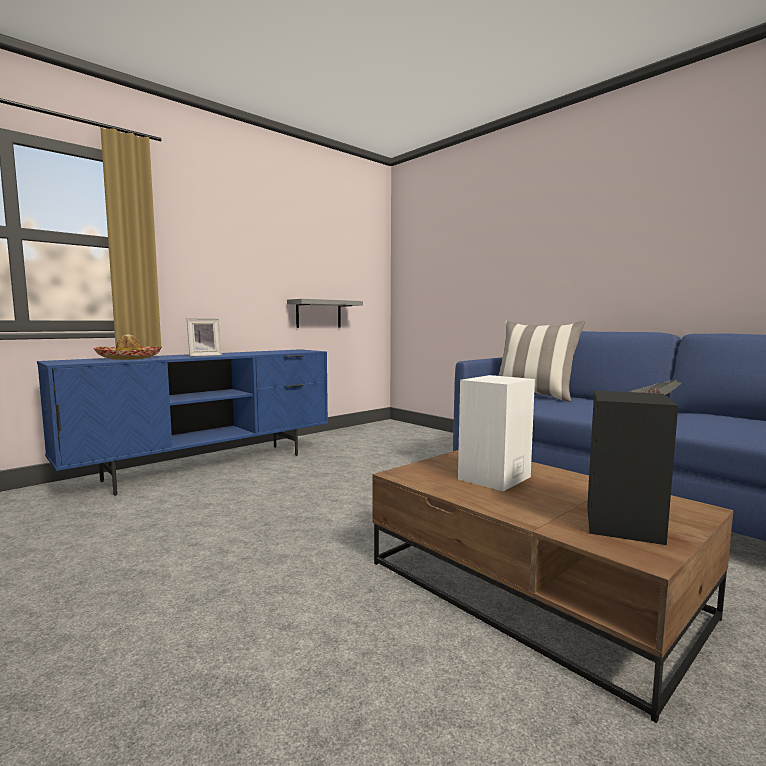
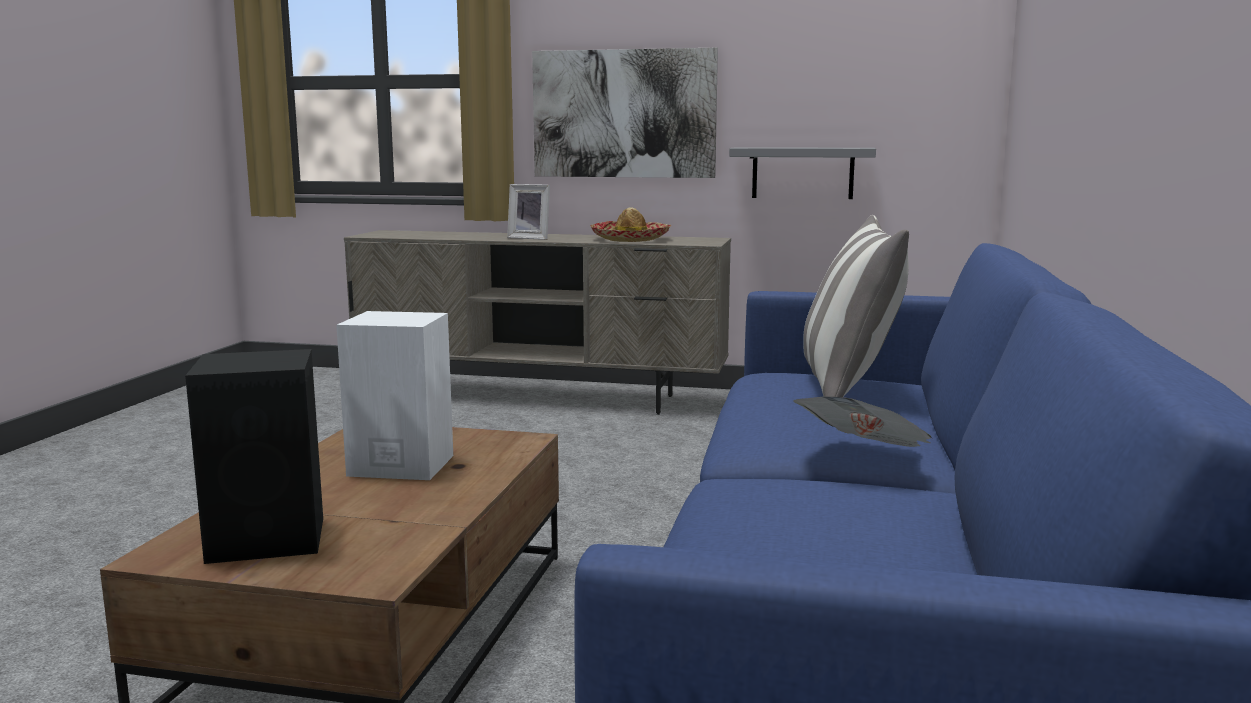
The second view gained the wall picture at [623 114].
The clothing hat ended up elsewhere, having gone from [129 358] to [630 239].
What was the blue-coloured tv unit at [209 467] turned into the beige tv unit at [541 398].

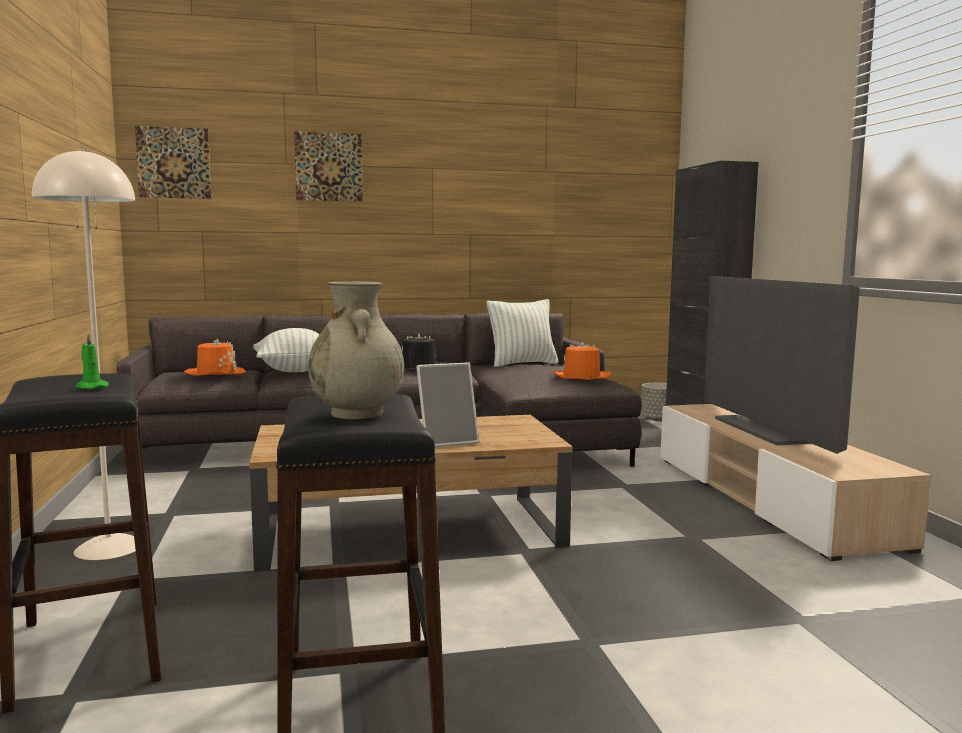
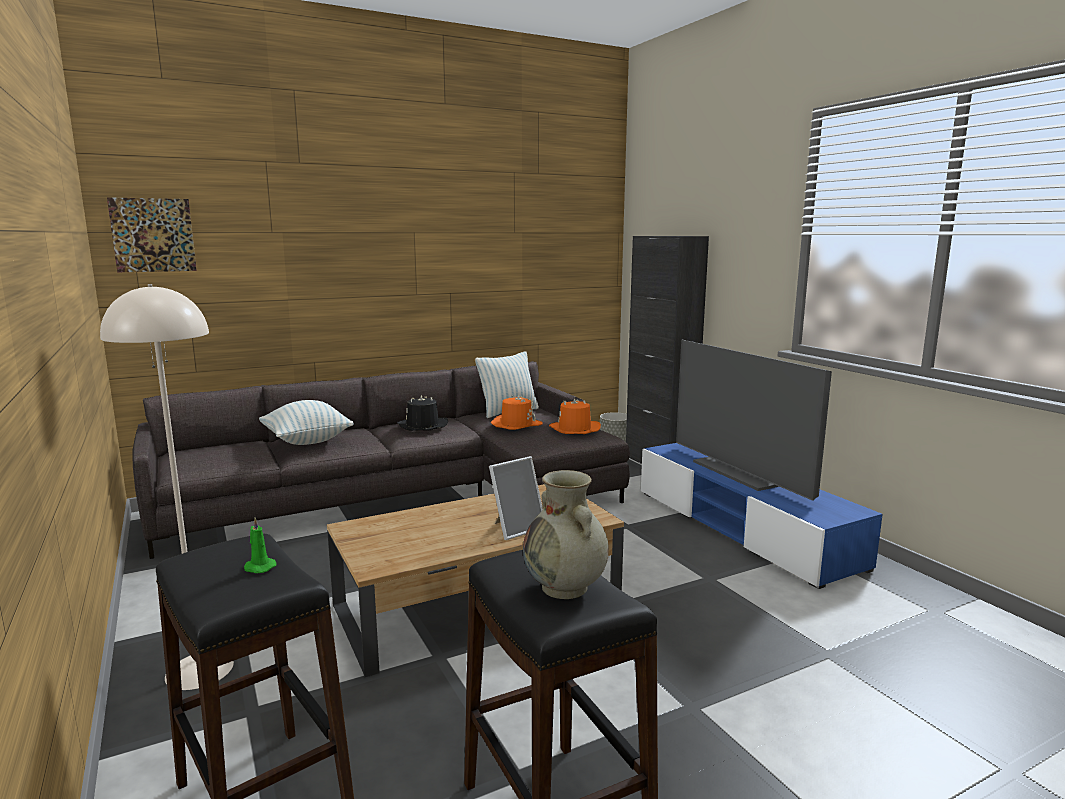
The second view lost the wall picture at [328 167].
The orangey clothing hat ended up elsewhere, having gone from [215 373] to [516 424].
What was the beige tv unit at [768 499] turned into the blue-coloured tv unit at [742 527].

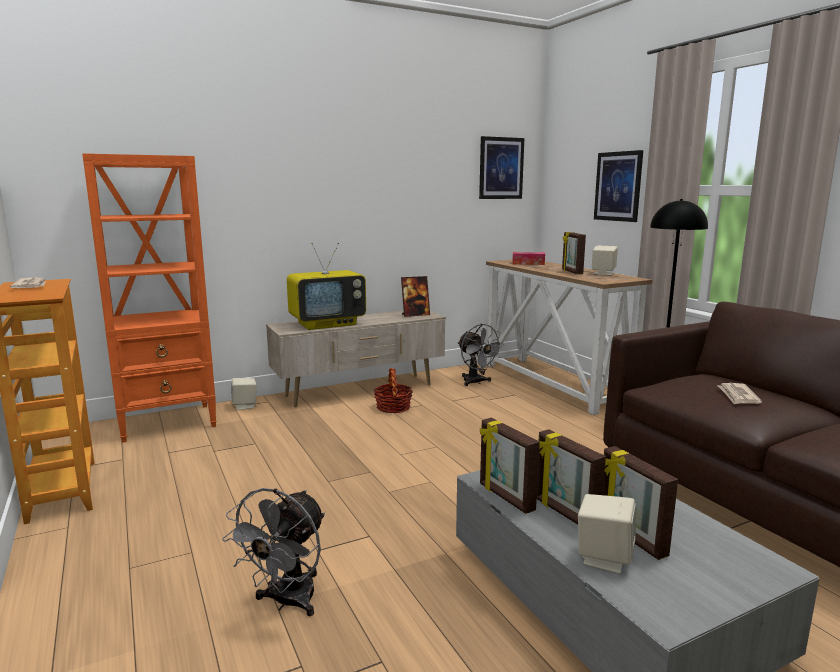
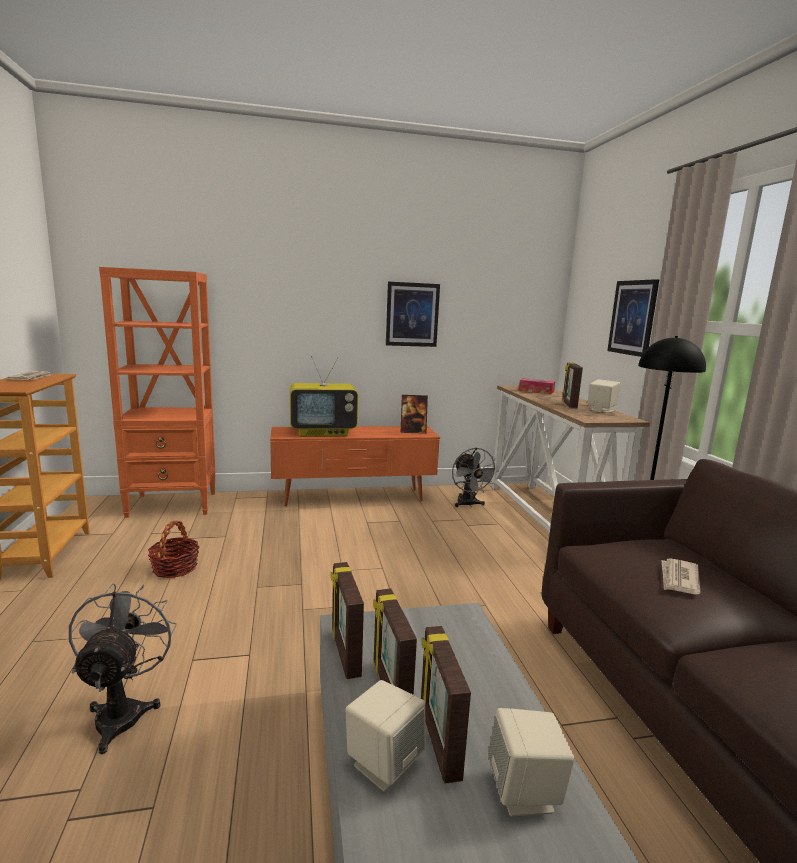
The beige speaker ended up elsewhere, having gone from [245 406] to [525 792].
The storage basket ended up elsewhere, having gone from [393 407] to [175 568].
The wall picture ended up elsewhere, having gone from [501 168] to [412 314].
What was the beige tv unit at [360 391] turned into the orangey tv unit at [353 498].
The grey cooling fan at [287 602] ended up facing another way, 135 degrees clockwise from before.

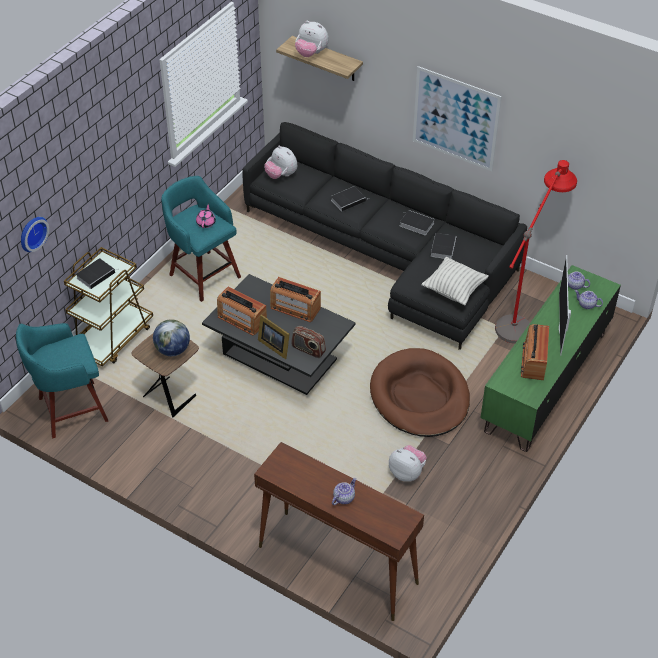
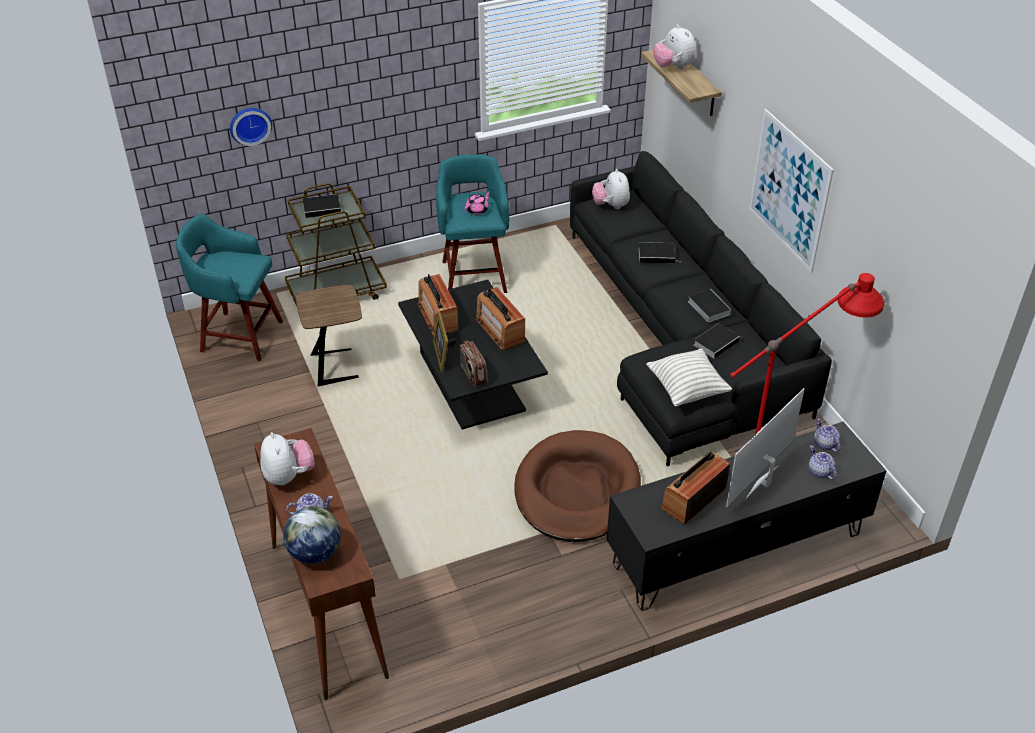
The desk globe ended up elsewhere, having gone from [172 350] to [314 553].
The plush toy ended up elsewhere, having gone from [407 472] to [288 476].
What was the greenish tv unit at [545 382] turned into the blackish tv unit at [736 548].

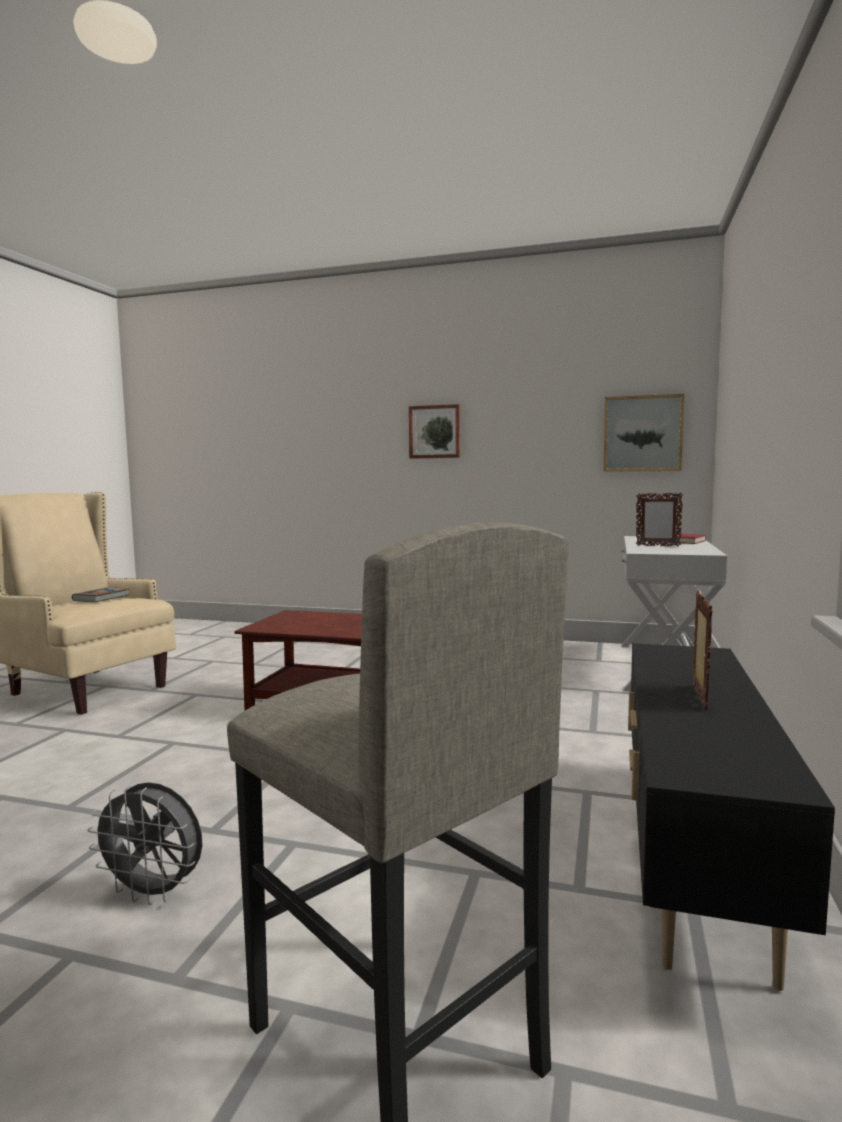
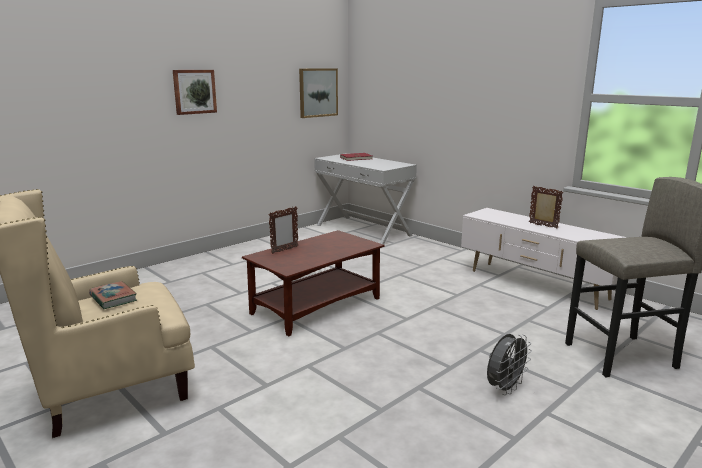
The picture frame ended up elsewhere, having gone from [657 546] to [284 250].
What was the blackish tv unit at [692 854] turned into the white tv unit at [537 285].

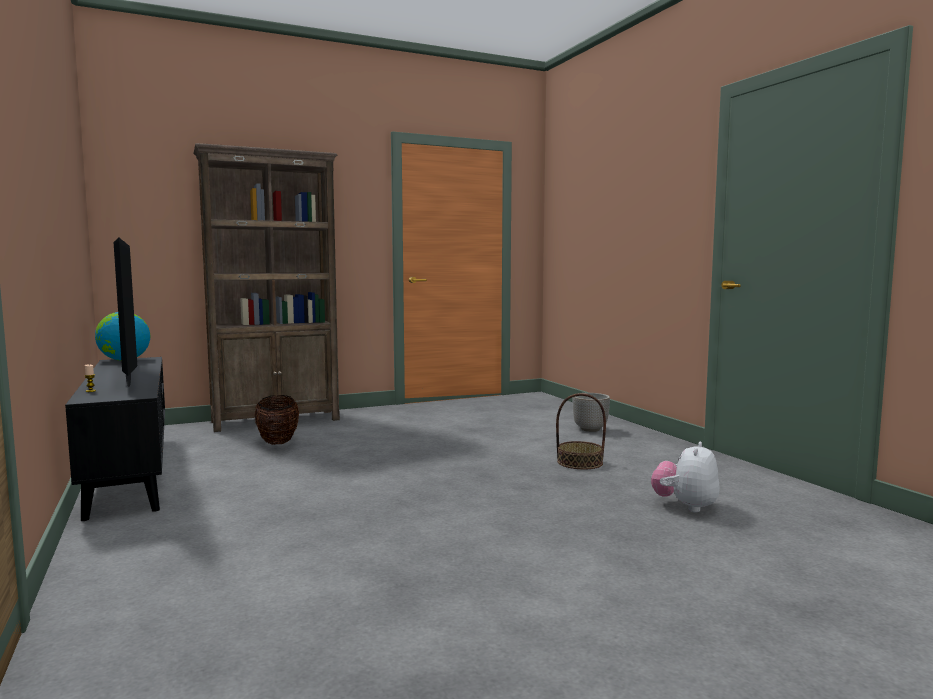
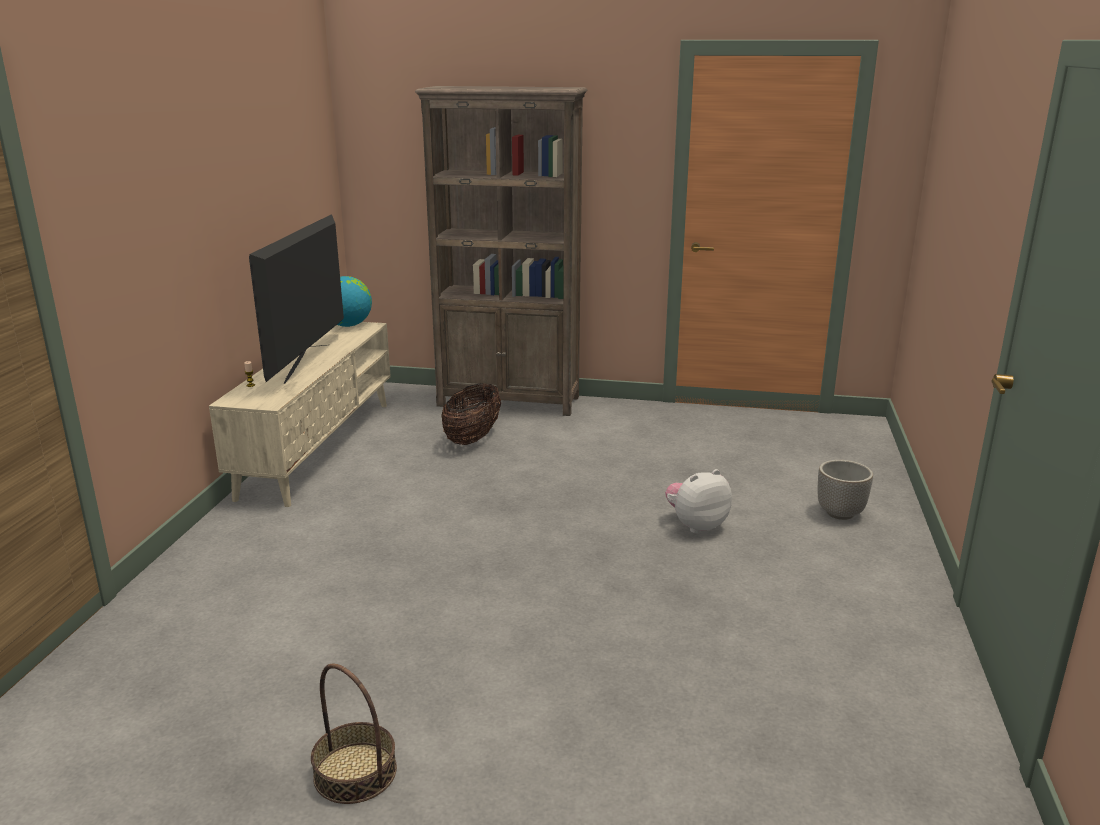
The storage basket ended up elsewhere, having gone from [579 462] to [355 773].
The plush toy ended up elsewhere, having gone from [685 506] to [696 525].
What was the blackish tv unit at [129 471] turned into the beige tv unit at [318 447].

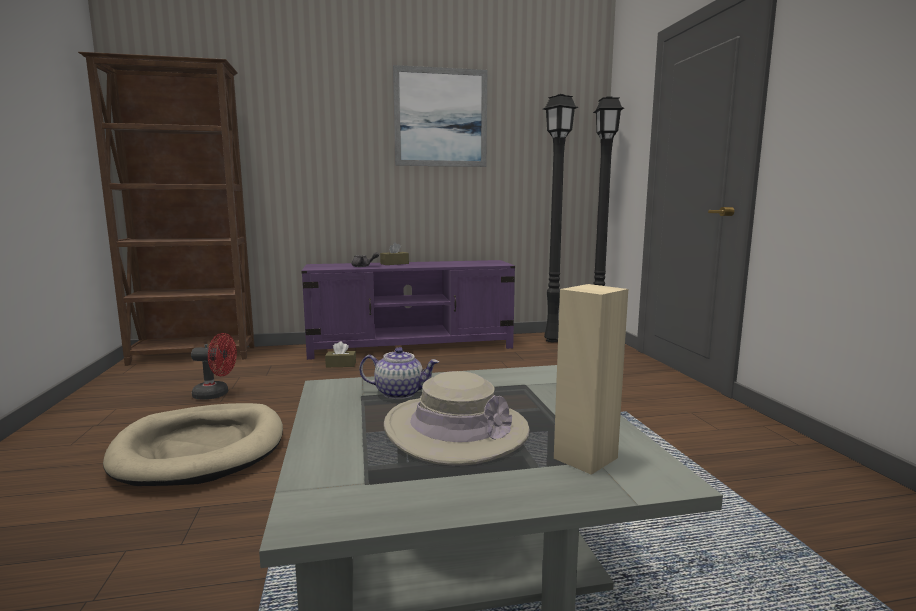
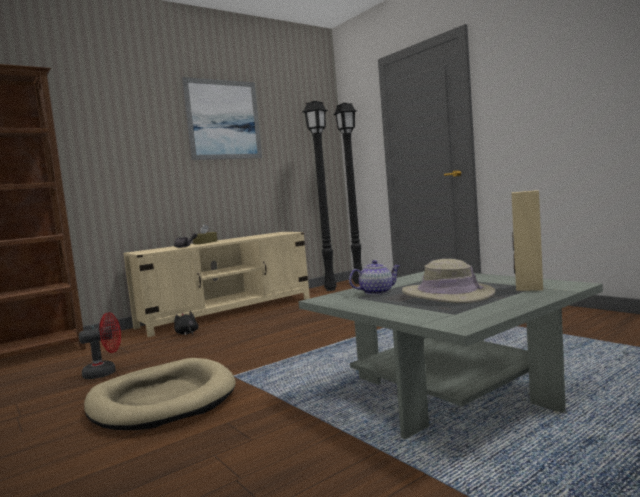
Where the brownish tissue holder stood at [341 365], the blackish plush toy came to stand at [187 333].
What was the purple-coloured tv unit at [411 346] turned into the beige tv unit at [228 312].

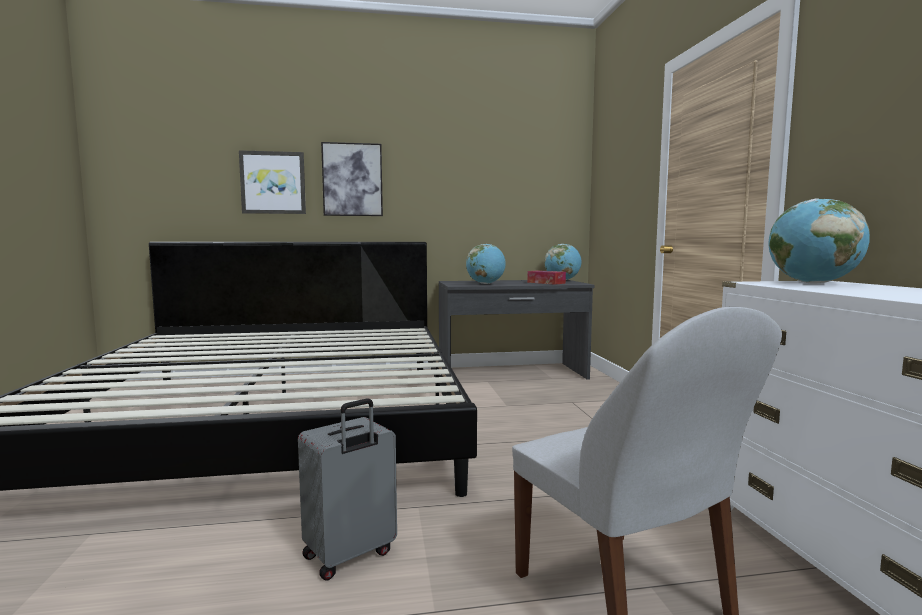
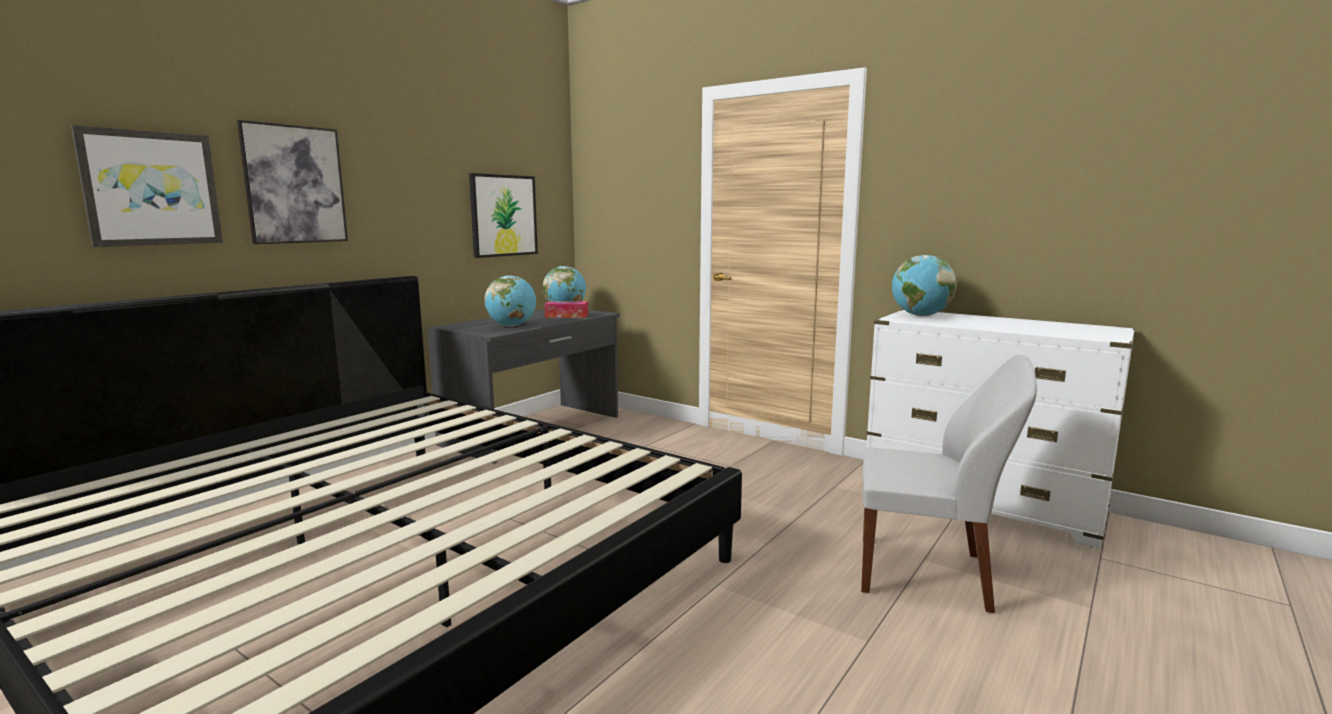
The second view lost the grey travel case at [350 555].
The second view gained the wall picture at [503 215].

